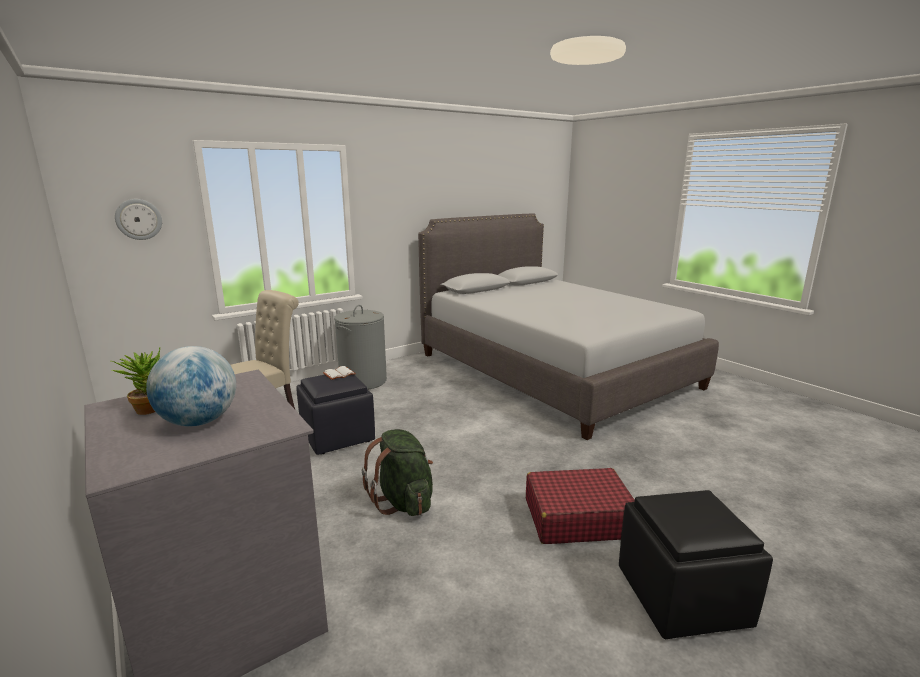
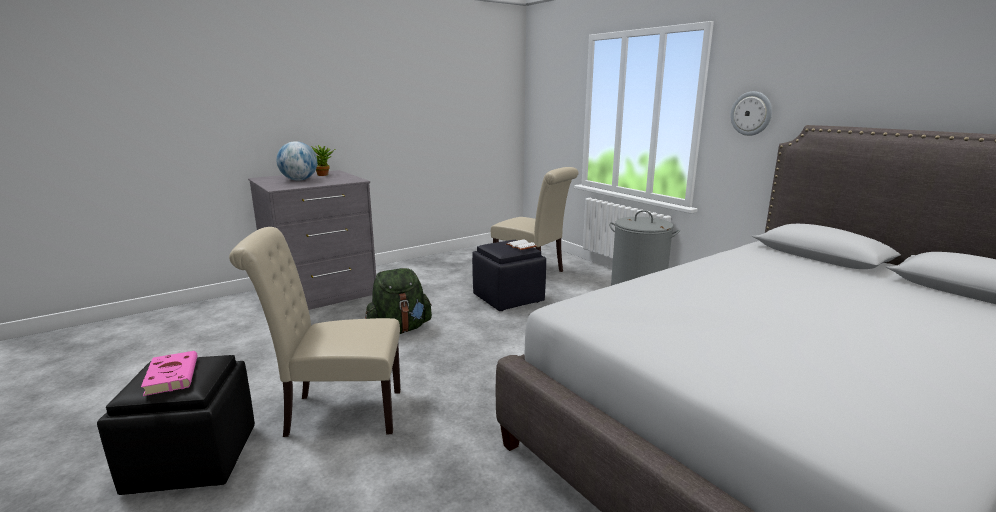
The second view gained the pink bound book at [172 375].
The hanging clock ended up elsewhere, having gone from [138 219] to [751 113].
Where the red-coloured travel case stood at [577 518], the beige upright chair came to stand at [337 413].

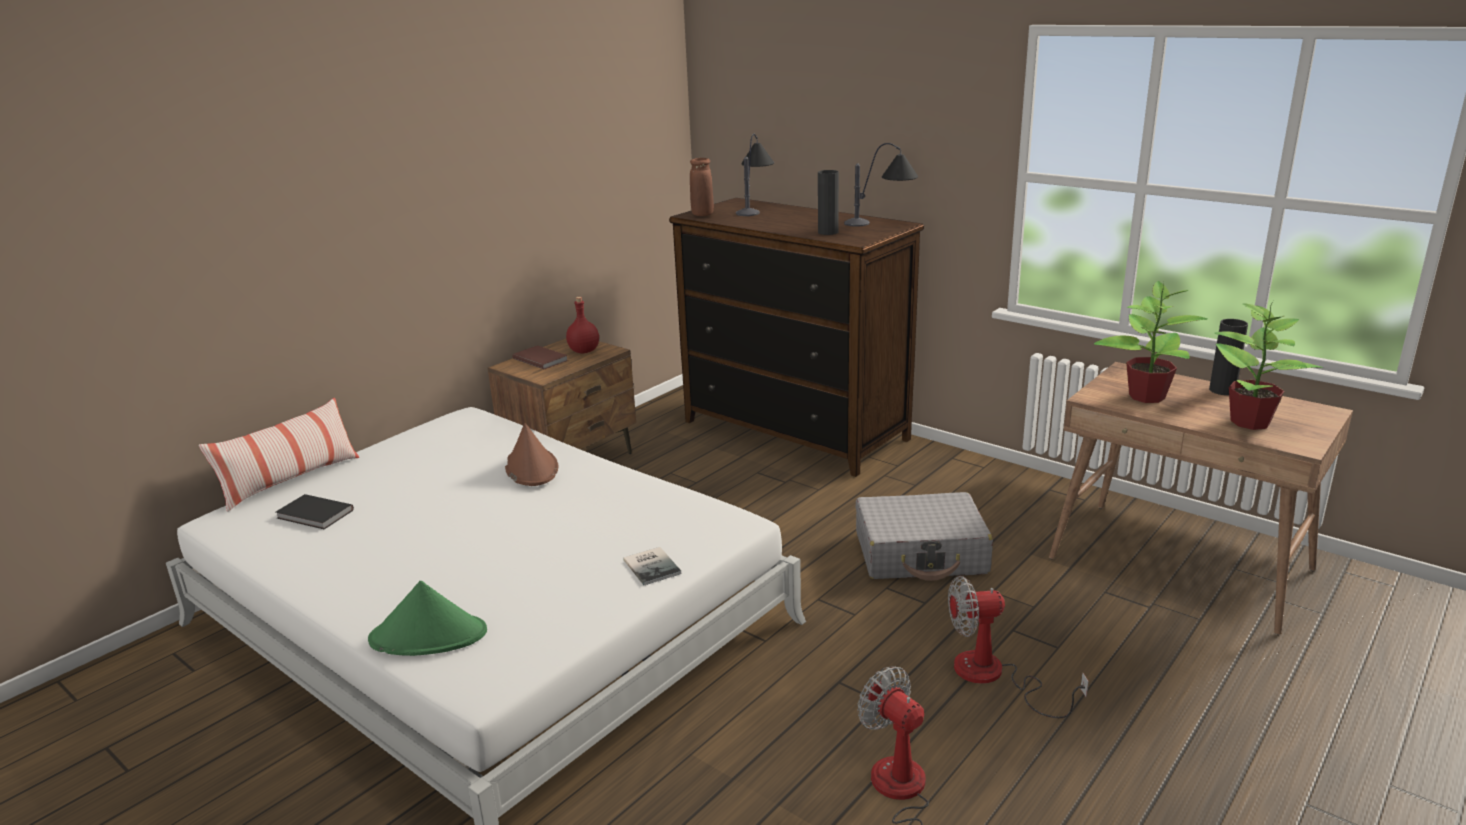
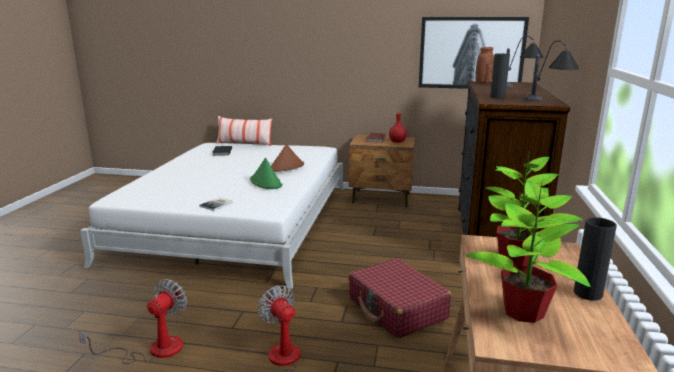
The second view gained the wall picture at [471 53].
The greenish clothing hat ended up elsewhere, having gone from [429 636] to [266 182].
What was the grey travel case at [921 553] turned into the red-coloured travel case at [397 308].

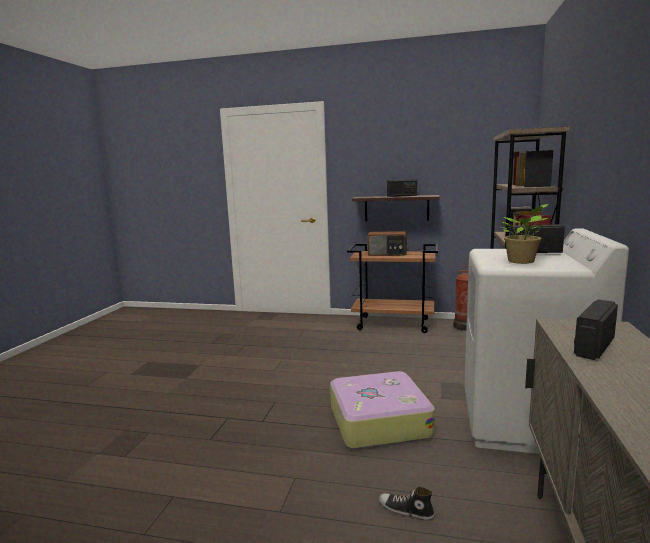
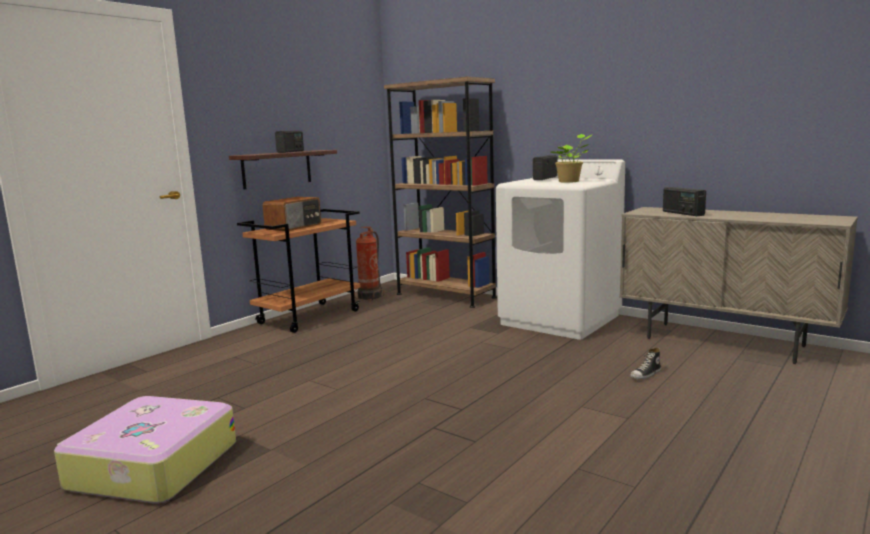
The travel case ended up elsewhere, having gone from [378 421] to [152 466].

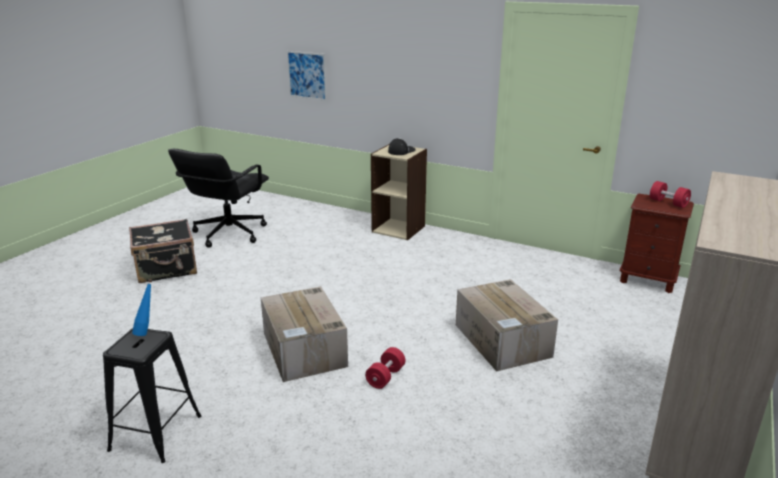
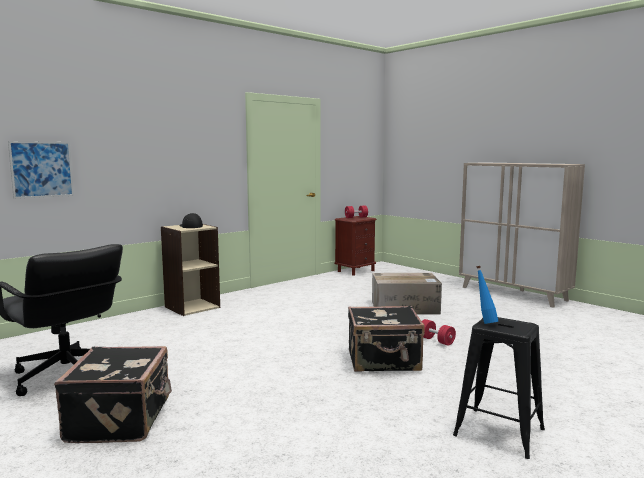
Where the packing box stood at [305 350], the blackish travel case came to stand at [384 361].

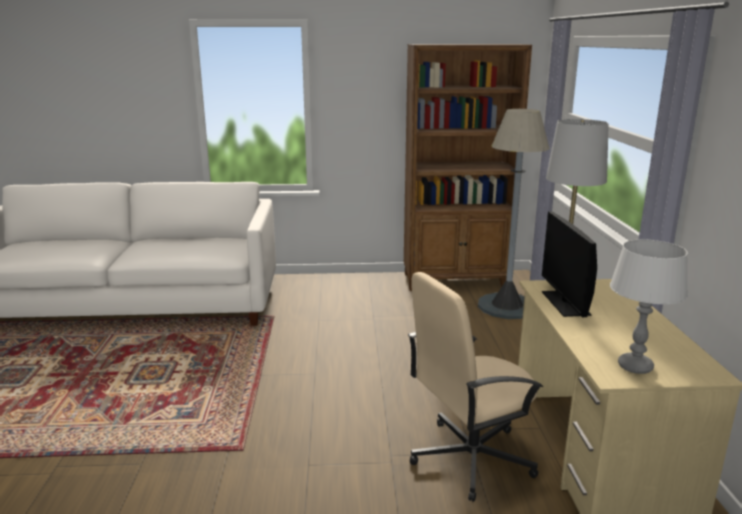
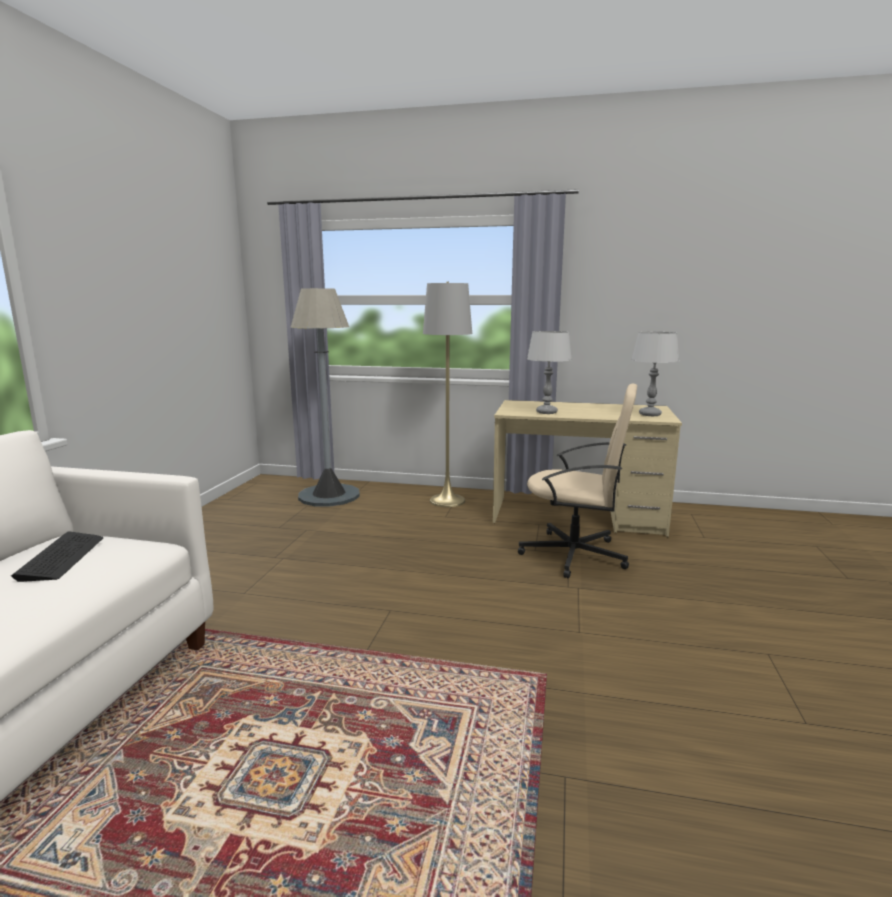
The second view lost the brownish bookcase at [456 281].
The second view gained the PC keyboard at [61 558].
Where the computer display stood at [565 303], the grey lamp for a table came to stand at [546 412].
The beige computer chair at [469 458] ended up facing another way, 60 degrees counterclockwise from before.

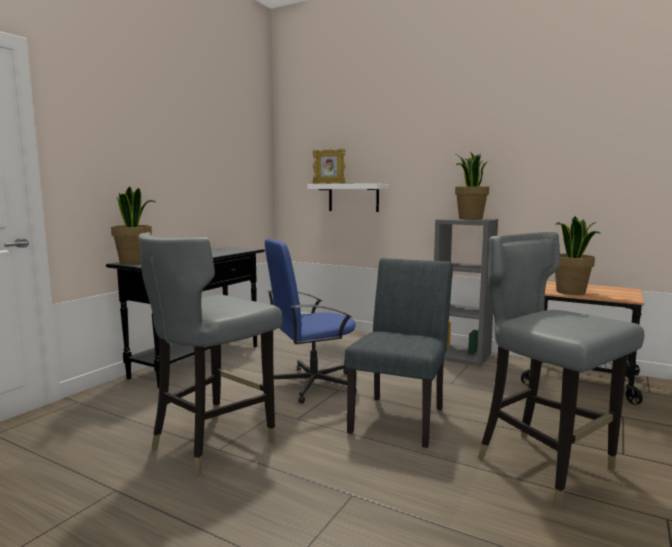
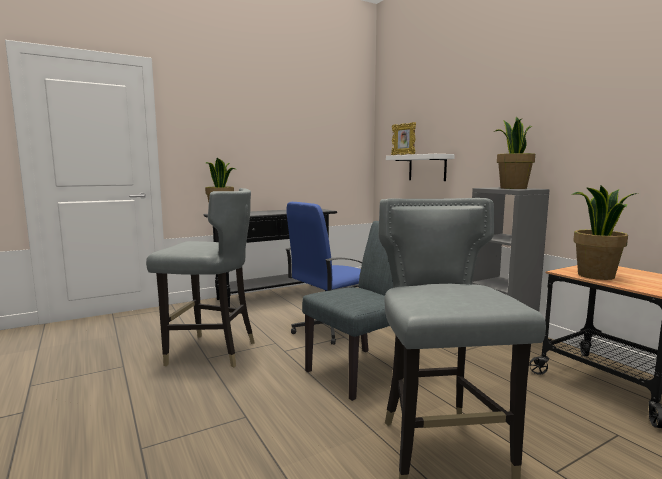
The grey upright chair at [213 442] ended up facing another way, 150 degrees counterclockwise from before.
The blue-coloured computer chair at [311 384] ended up facing another way, 45 degrees counterclockwise from before.

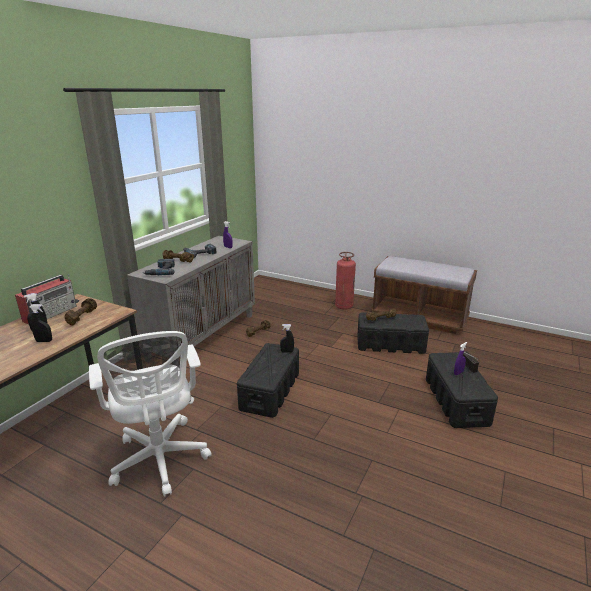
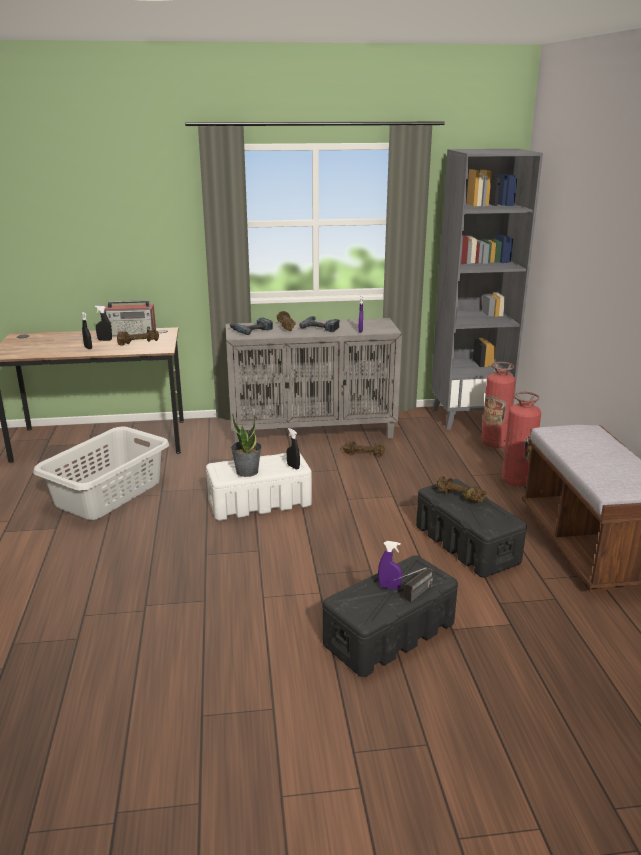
The second view gained the potted plant at [247 471].
The second view gained the grey bookcase at [469 417].
The second view gained the fire extinguisher at [494 443].
Where the white computer chair stood at [160 461], the grey washing basket came to stand at [107 493].
What was the blackish storage bin at [270 391] turned into the white storage bin at [259 503].

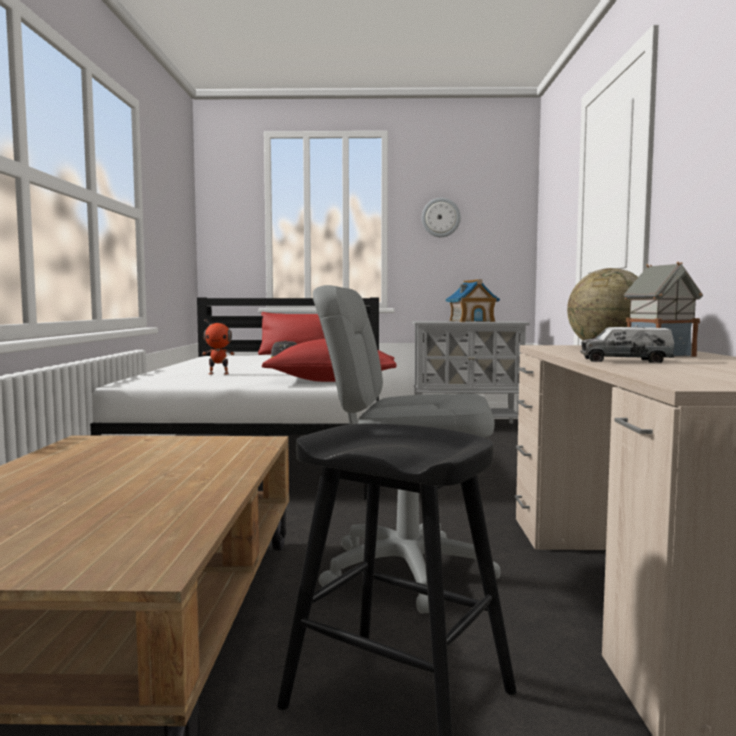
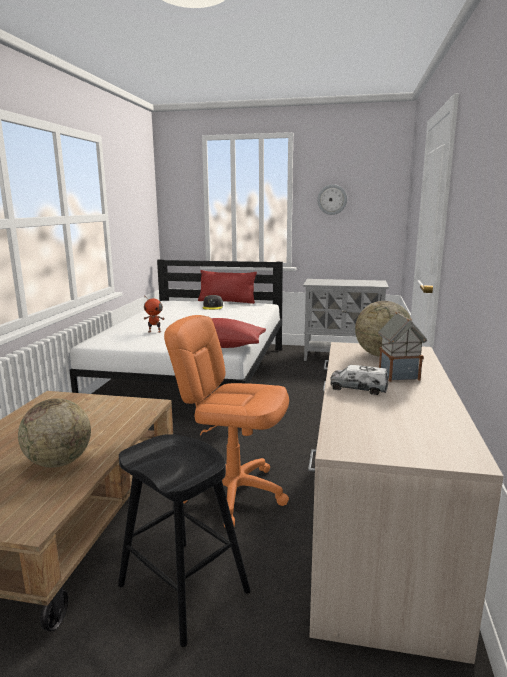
The second view lost the toy house at [471 321].
The second view gained the desk globe at [59 462].
What was the grey computer chair at [406 571] turned into the orangey computer chair at [233 493].

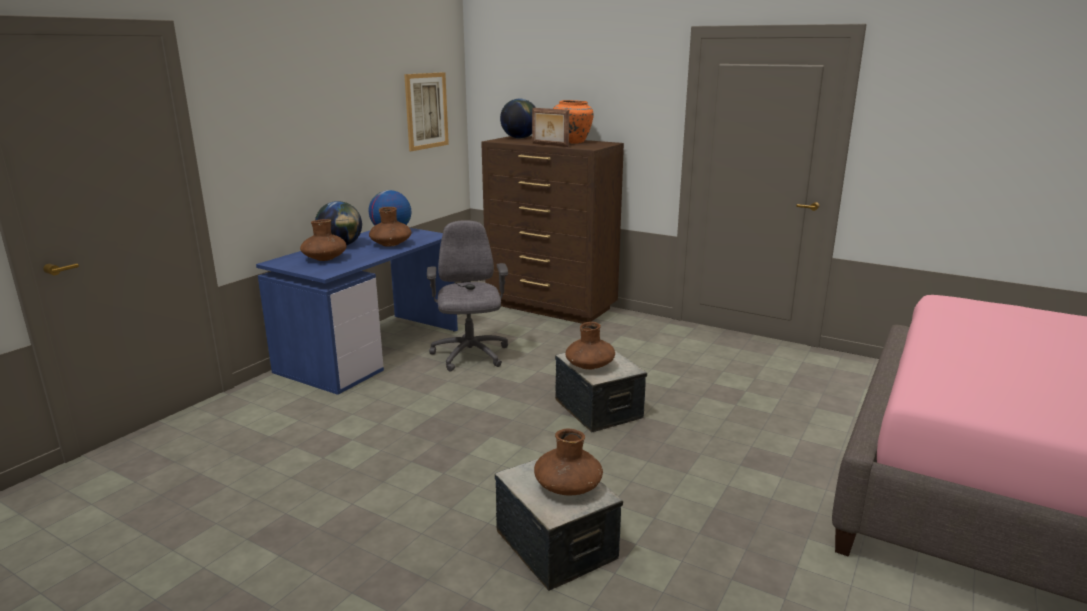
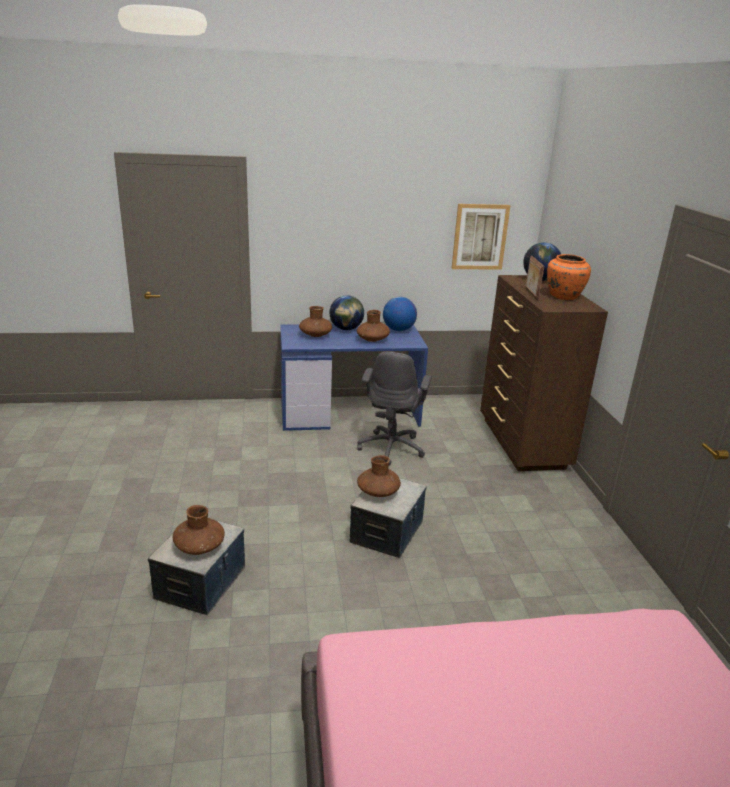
The grey computer chair at [470 356] ended up facing another way, 150 degrees clockwise from before.

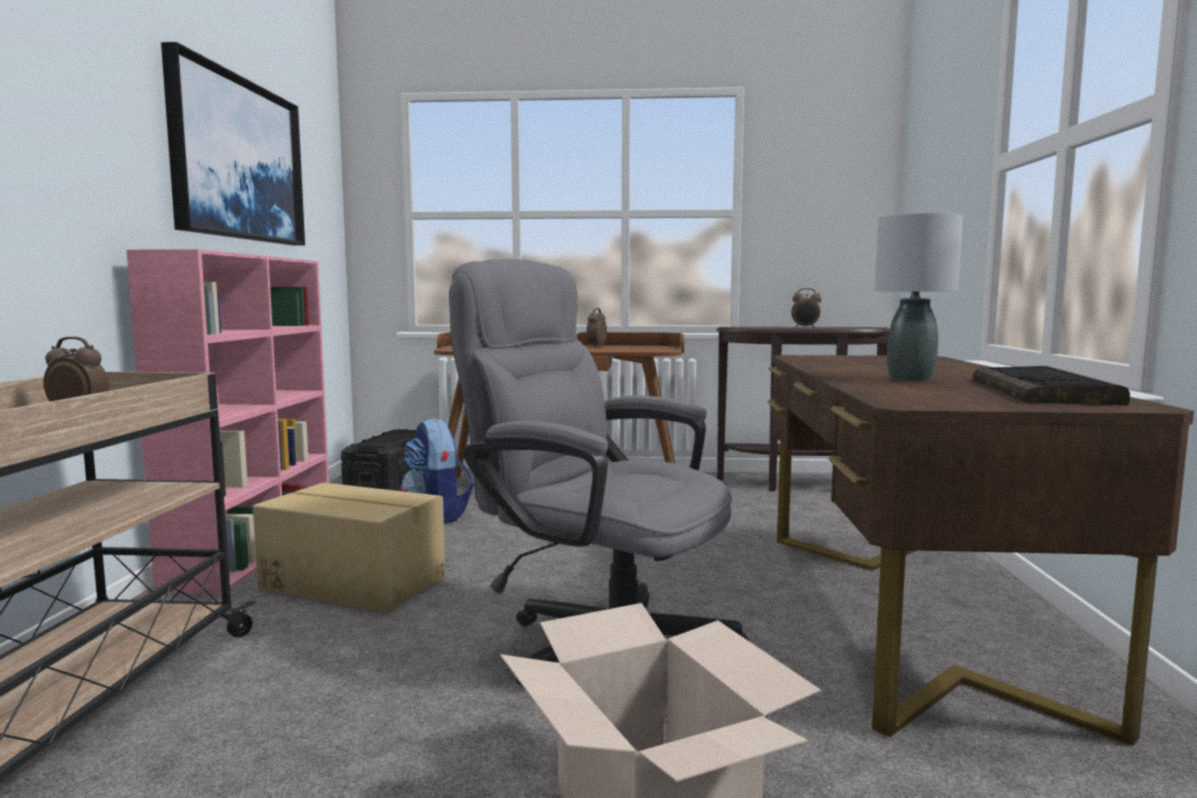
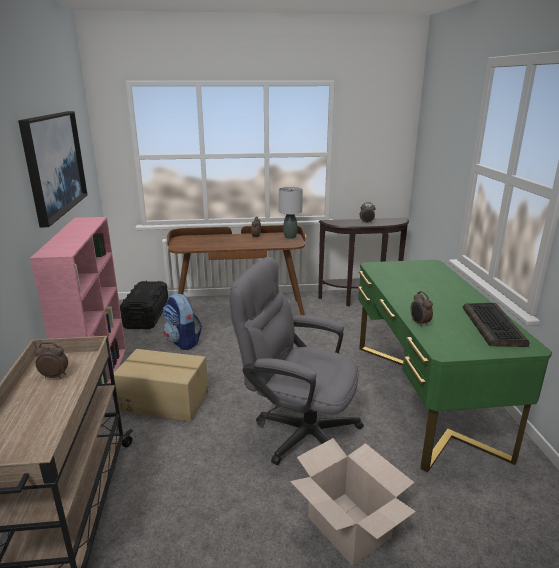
The second view gained the bedside clock at [419 323].
The grey lamp for a table ended up elsewhere, having gone from [911 379] to [290 237].
What was the brownish desk table at [905 613] turned into the greenish desk table at [424 395].

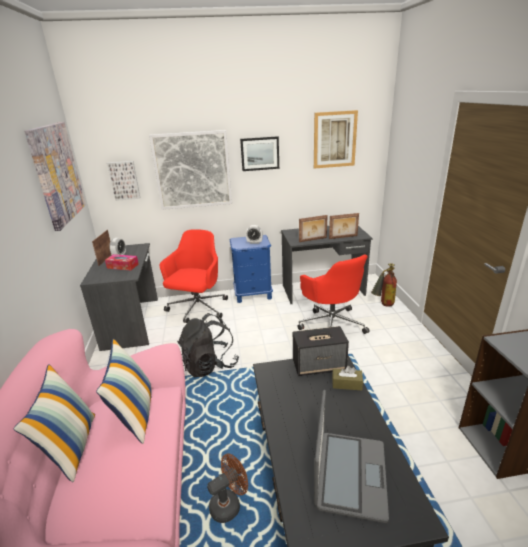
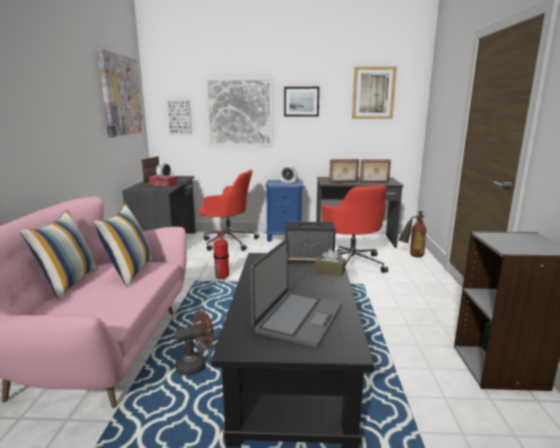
Where the blackish knapsack stood at [209 365], the fire extinguisher came to stand at [221 277].
The red-coloured computer chair at [197 309] ended up facing another way, 75 degrees clockwise from before.

